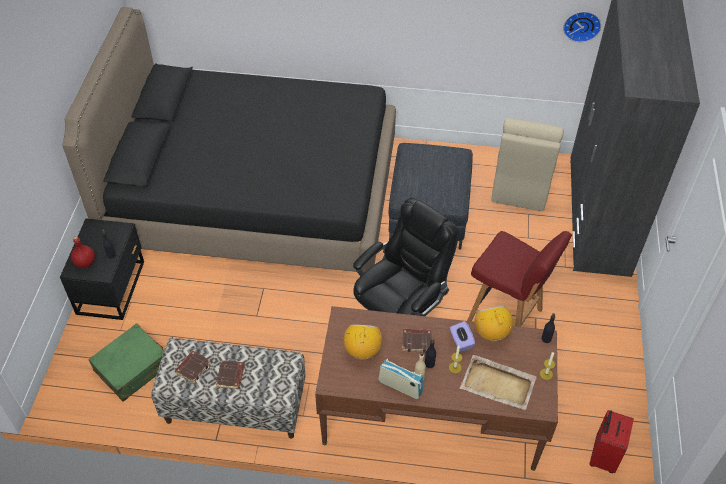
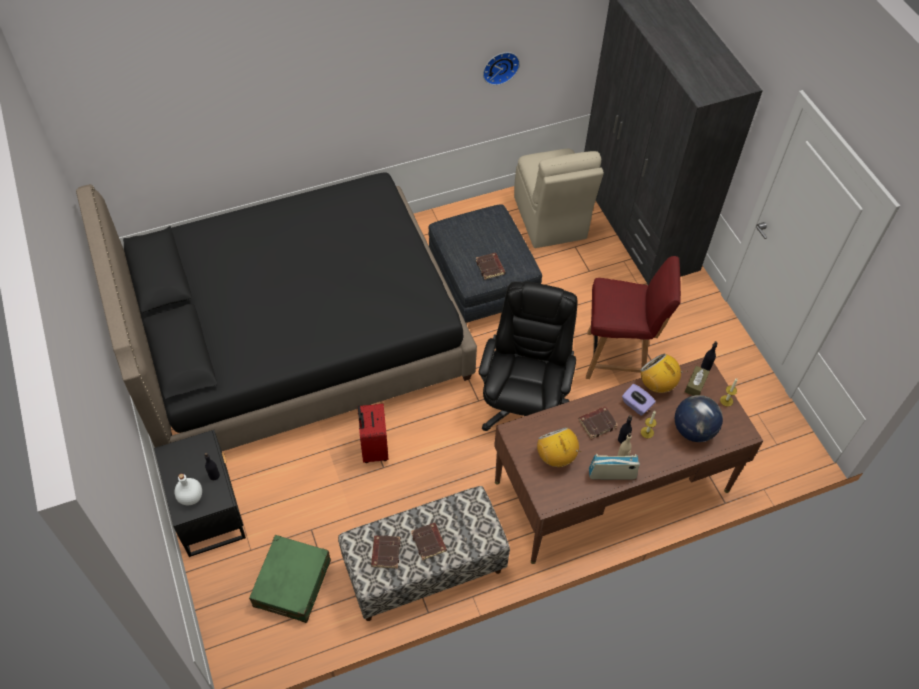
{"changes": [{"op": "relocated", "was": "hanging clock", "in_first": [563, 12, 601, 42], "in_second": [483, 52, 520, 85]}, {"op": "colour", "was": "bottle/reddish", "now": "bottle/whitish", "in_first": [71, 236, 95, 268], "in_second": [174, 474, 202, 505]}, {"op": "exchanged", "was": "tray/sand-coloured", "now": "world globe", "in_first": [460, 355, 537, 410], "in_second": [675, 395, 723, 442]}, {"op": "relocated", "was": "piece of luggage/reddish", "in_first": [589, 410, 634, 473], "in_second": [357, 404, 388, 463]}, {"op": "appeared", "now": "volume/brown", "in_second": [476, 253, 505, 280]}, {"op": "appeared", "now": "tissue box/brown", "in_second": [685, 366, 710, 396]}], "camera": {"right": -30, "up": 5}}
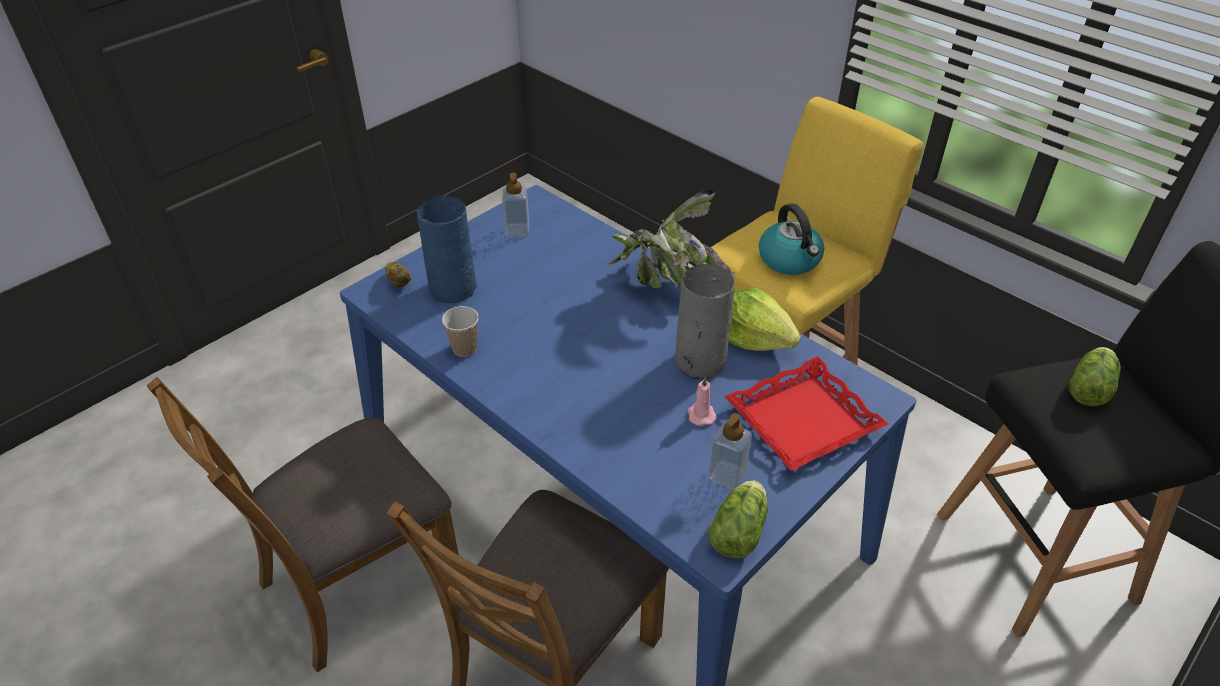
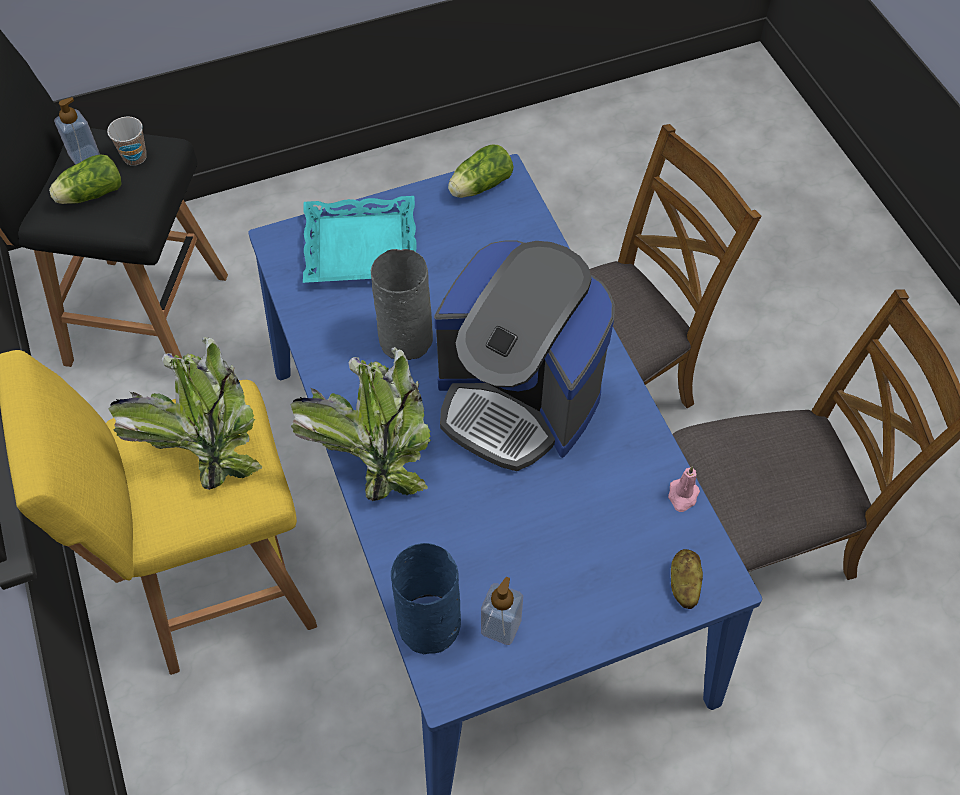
{"changes": [{"op": "relocated", "was": "flower vase/blue-coloured", "in_first": [417, 196, 477, 303], "in_second": [391, 543, 461, 654]}, {"op": "exchanged", "was": "tea kettle", "now": "potted plant", "in_first": [759, 203, 824, 275], "in_second": [109, 337, 262, 490]}, {"op": "missing", "was": "lettuce head", "in_first": [729, 288, 801, 351]}, {"op": "relocated", "was": "drinking cup", "in_first": [442, 306, 479, 357], "in_second": [107, 117, 147, 166]}, {"op": "colour", "was": "tray/reddish", "now": "tray/blue-green", "in_first": [724, 356, 889, 471], "in_second": [303, 196, 417, 283]}, {"op": "relocated", "was": "wax candle/pink-coloured", "in_first": [688, 377, 717, 426], "in_second": [668, 466, 700, 512]}, {"op": "relocated", "was": "soap bottle", "in_first": [709, 413, 752, 489], "in_second": [54, 97, 100, 165]}, {"op": "appeared", "now": "coffee brewer", "in_second": [434, 241, 615, 471]}], "camera": {"right": -155, "up": 15}}
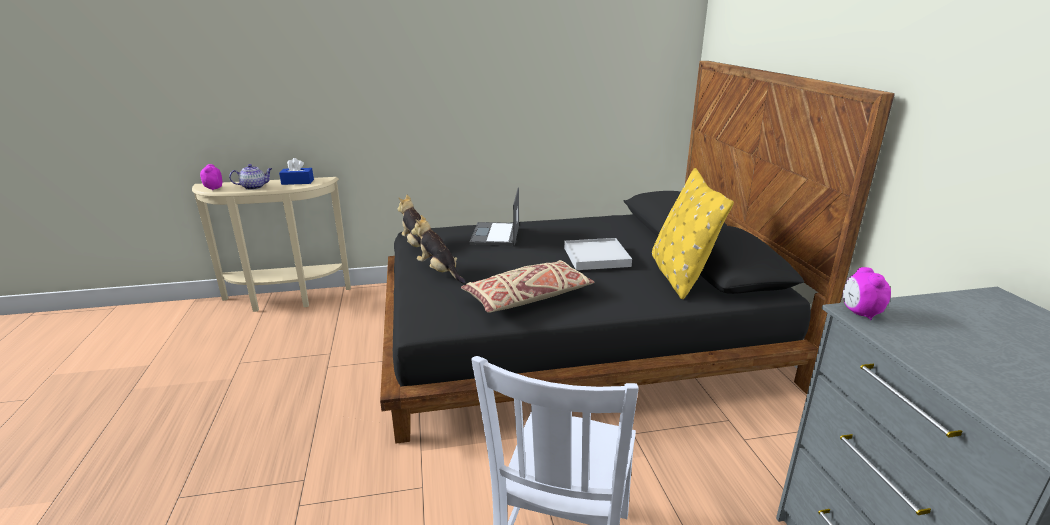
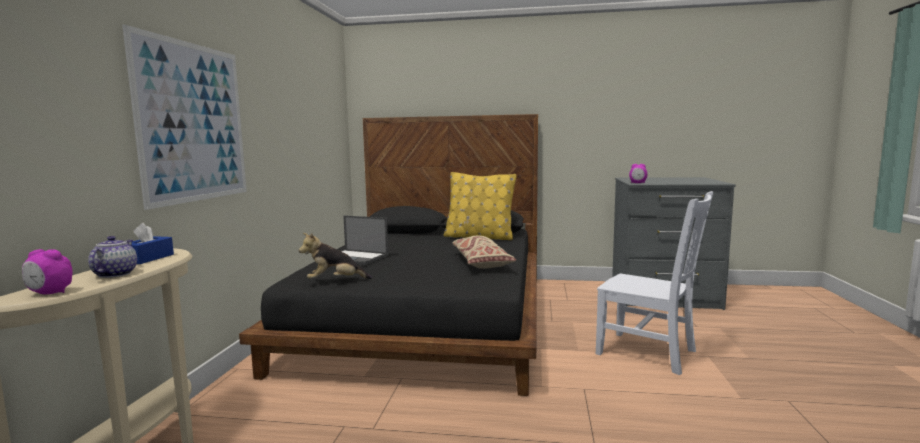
{"changes": [{"op": "missing", "was": "cuddly toy", "in_first": [411, 215, 465, 284]}, {"op": "missing", "was": "tray/whitish", "in_first": [564, 238, 632, 270]}, {"op": "appeared", "now": "picture", "in_second": [122, 25, 247, 210]}], "camera": {"right": -70, "up": -15}}
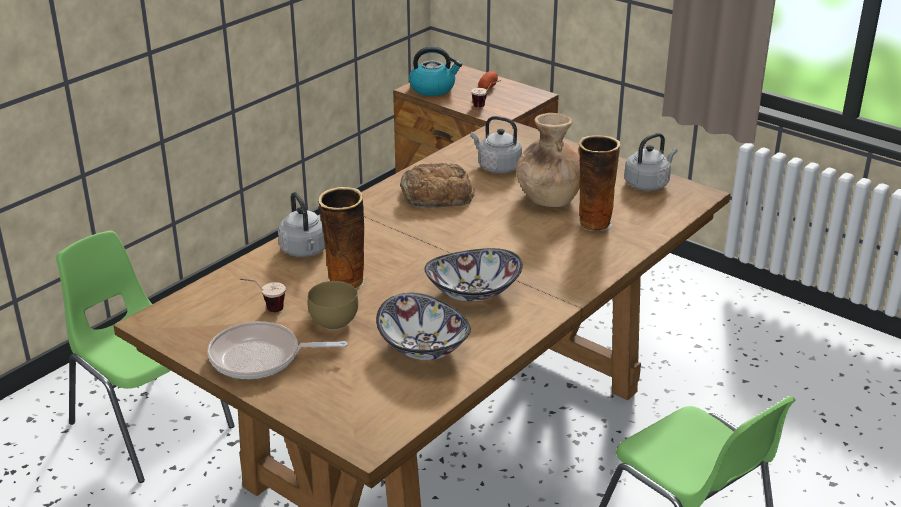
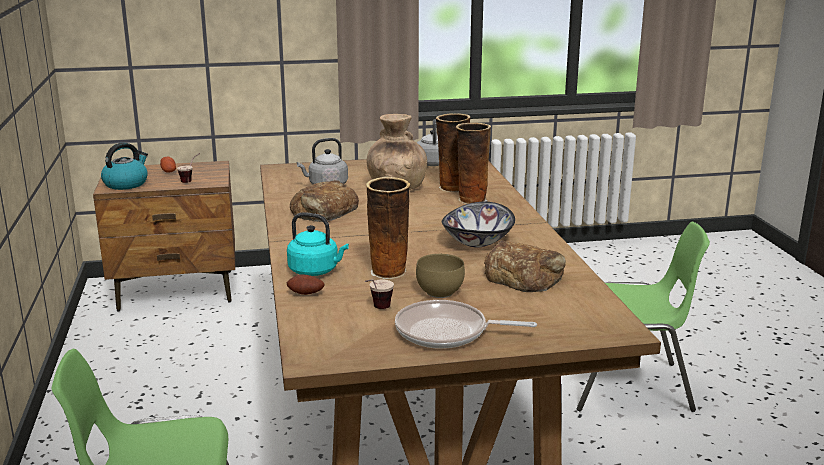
{"changes": [{"op": "colour", "was": "tea kettle/gray", "now": "tea kettle/blue-green", "in_first": [278, 192, 325, 257], "in_second": [287, 213, 349, 276]}, {"op": "exchanged", "was": "serving bowl", "now": "bakery bread", "in_first": [376, 293, 471, 360], "in_second": [484, 240, 566, 292]}, {"op": "spun", "was": "skillet", "in_first": [207, 321, 348, 379], "in_second": [395, 300, 537, 349], "clockwise": 60}, {"op": "appeared", "now": "flower vase", "in_second": [456, 123, 491, 204]}, {"op": "appeared", "now": "spud", "in_second": [286, 274, 325, 295]}], "camera": {"right": -50, "up": -10}}
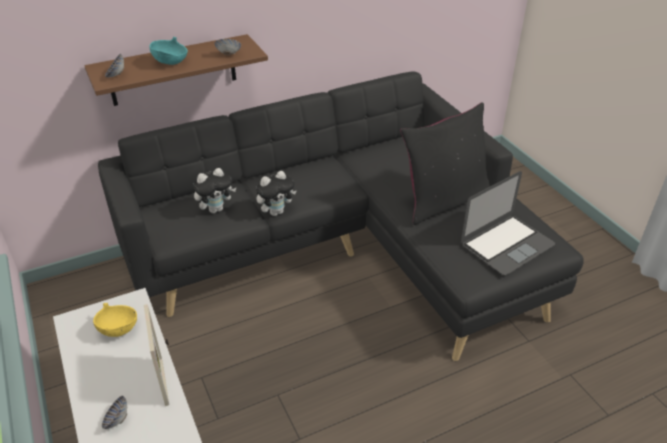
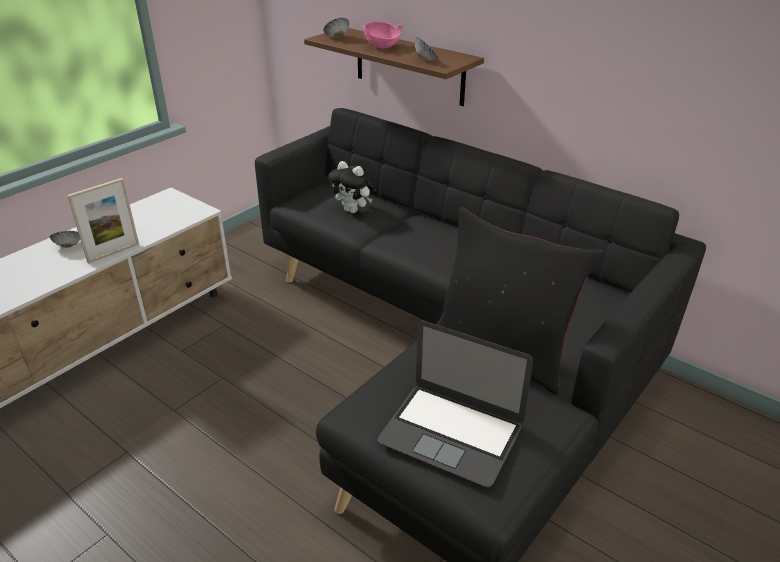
{"changes": [{"op": "colour", "was": "serving bowl/blue-green", "now": "serving bowl/pink-coloured", "in_first": [150, 37, 188, 65], "in_second": [363, 21, 403, 49]}, {"op": "missing", "was": "cuddly toy", "in_first": [256, 171, 297, 216]}, {"op": "missing", "was": "serving bowl/yellow", "in_first": [93, 303, 137, 337]}], "camera": {"right": 65, "up": -5}}
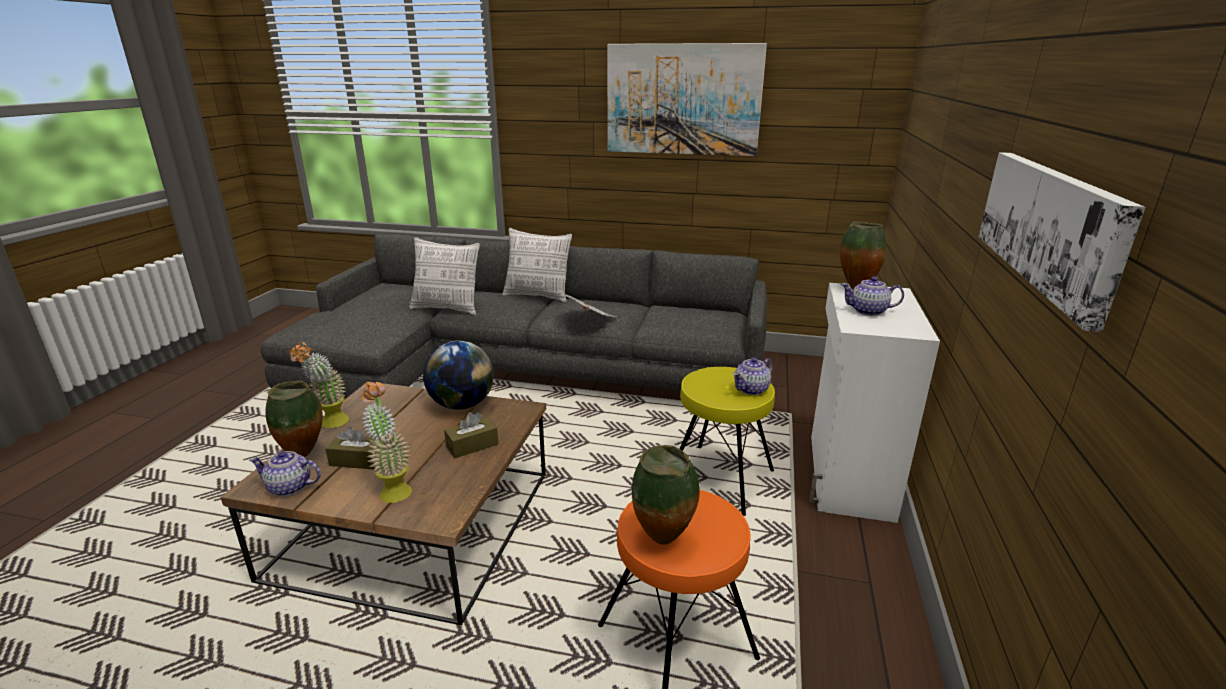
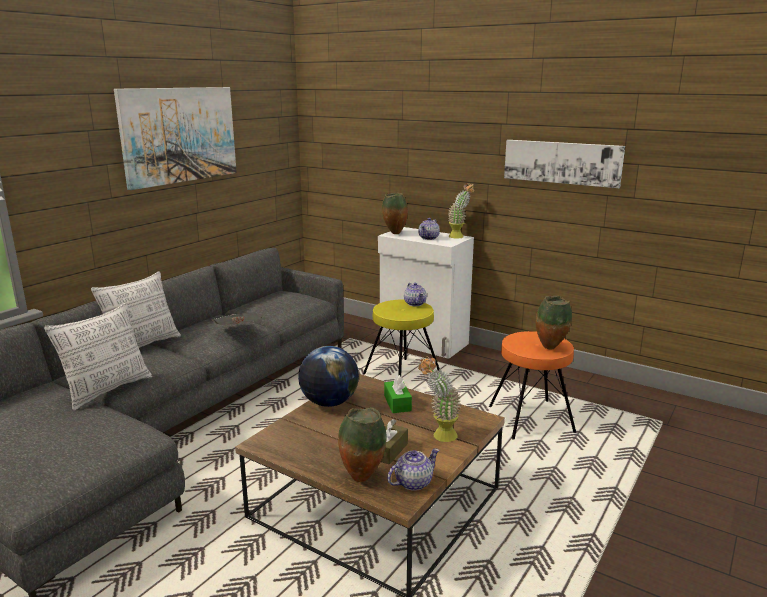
{"changes": [{"op": "relocated", "was": "potted plant", "in_first": [288, 342, 349, 428], "in_second": [448, 183, 474, 239]}, {"op": "colour", "was": "tissue box/brown", "now": "tissue box/green", "in_first": [444, 412, 498, 458], "in_second": [384, 375, 412, 413]}, {"op": "spun", "was": "teapot", "in_first": [249, 451, 321, 496], "in_second": [387, 449, 439, 491], "clockwise": -150}], "camera": {"right": -70, "up": -5}}
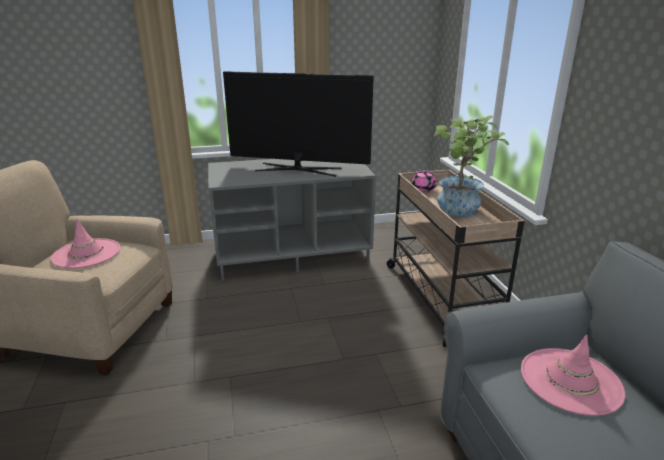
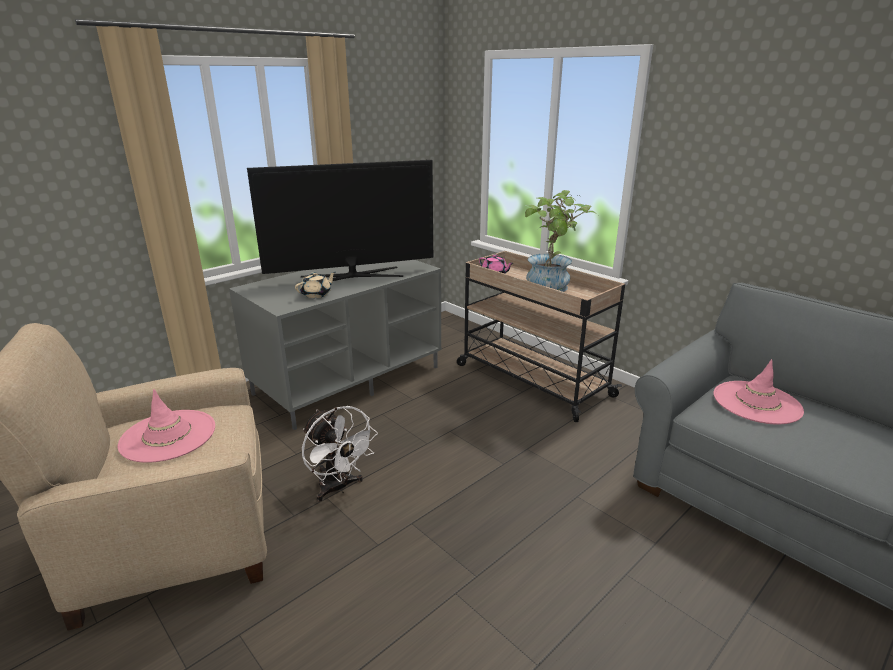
{"changes": [{"op": "appeared", "now": "teapot/sand-coloured", "in_second": [295, 272, 336, 298]}, {"op": "appeared", "now": "cooling fan/whitish", "in_second": [302, 406, 378, 502]}], "camera": {"right": -30, "up": 0}}
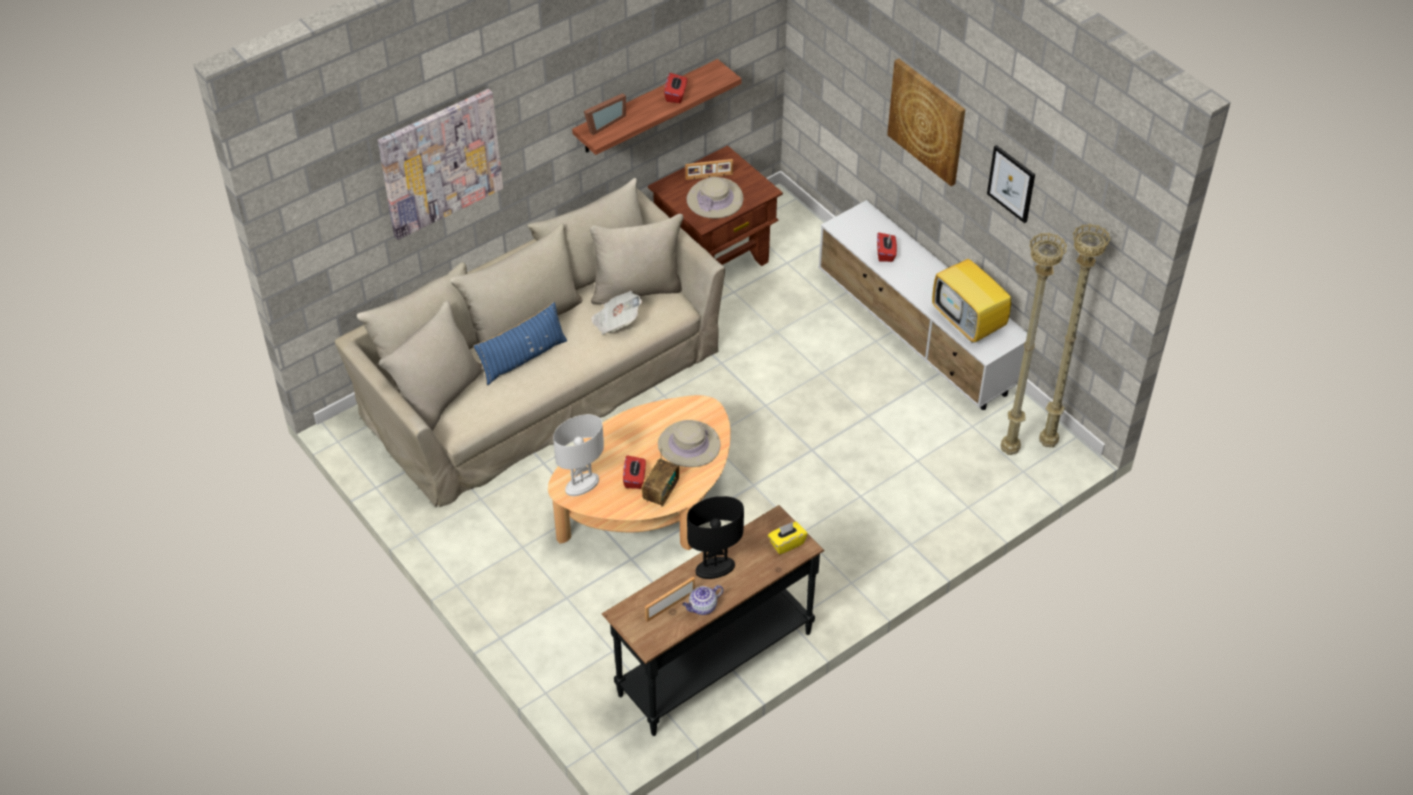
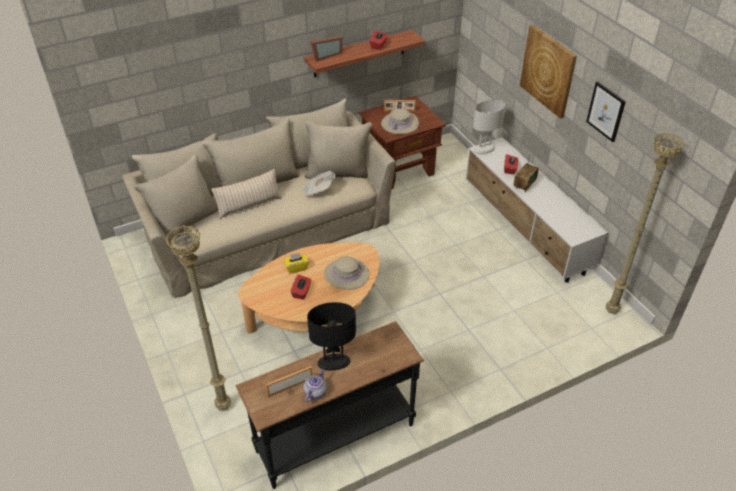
{"changes": [{"op": "missing", "was": "picture", "in_first": [378, 89, 503, 240]}, {"op": "relocated", "was": "standing lamp/sand-coloured", "in_first": [1001, 233, 1067, 455], "in_second": [165, 225, 231, 410]}, {"op": "missing", "was": "television", "in_first": [932, 252, 1011, 343]}, {"op": "colour", "was": "throw pillow/blue-coloured", "now": "throw pillow/sand-coloured", "in_first": [473, 302, 567, 385], "in_second": [211, 169, 282, 219]}, {"op": "relocated", "was": "table lamp/whitish", "in_first": [553, 414, 604, 496], "in_second": [473, 100, 505, 154]}, {"op": "relocated", "was": "radio receiver", "in_first": [642, 448, 679, 507], "in_second": [513, 154, 539, 192]}, {"op": "relocated", "was": "tissue box/yellow", "in_first": [768, 522, 808, 554], "in_second": [284, 253, 309, 274]}, {"op": "spun", "was": "teapot", "in_first": [682, 585, 723, 615], "in_second": [303, 369, 327, 403], "clockwise": 135}], "camera": {"right": 10, "up": -5}}
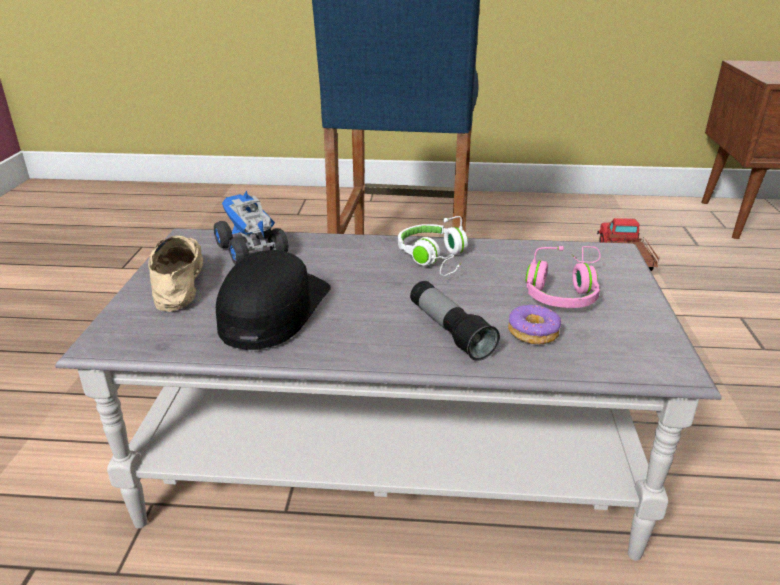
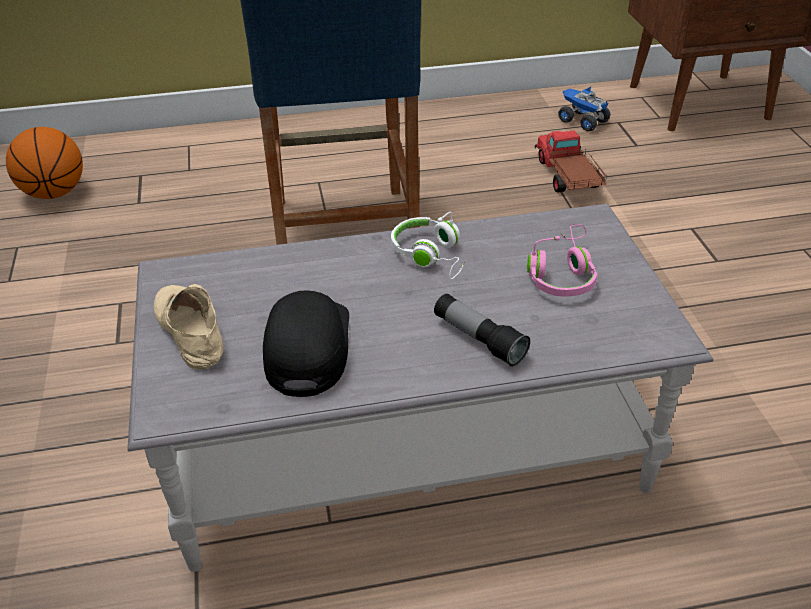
{"changes": [{"op": "relocated", "was": "model truck", "in_first": [214, 190, 289, 265], "in_second": [558, 87, 610, 131]}, {"op": "missing", "was": "doughnut", "in_first": [508, 305, 561, 344]}, {"op": "appeared", "now": "ball for basketball", "in_second": [6, 127, 83, 199]}], "camera": {"right": -15, "up": 10}}
